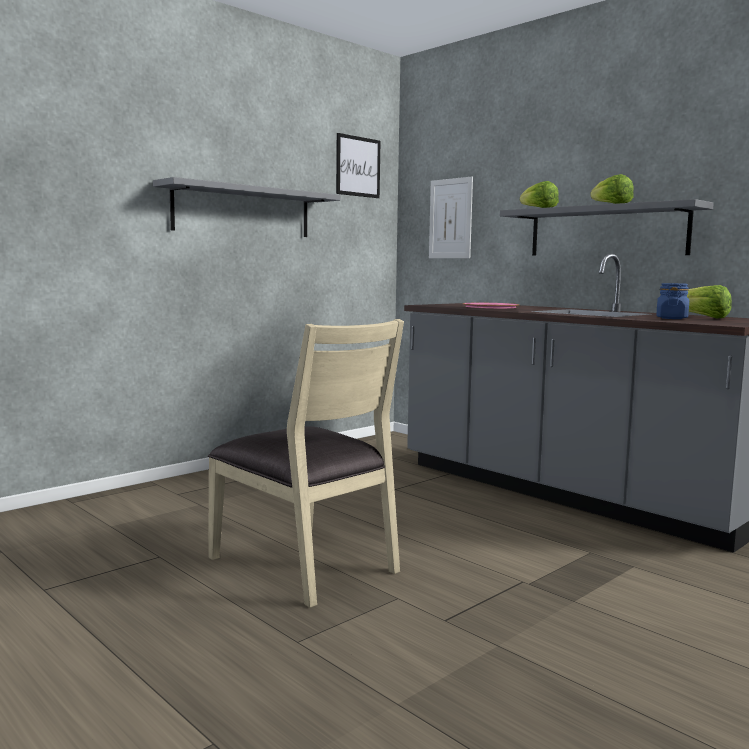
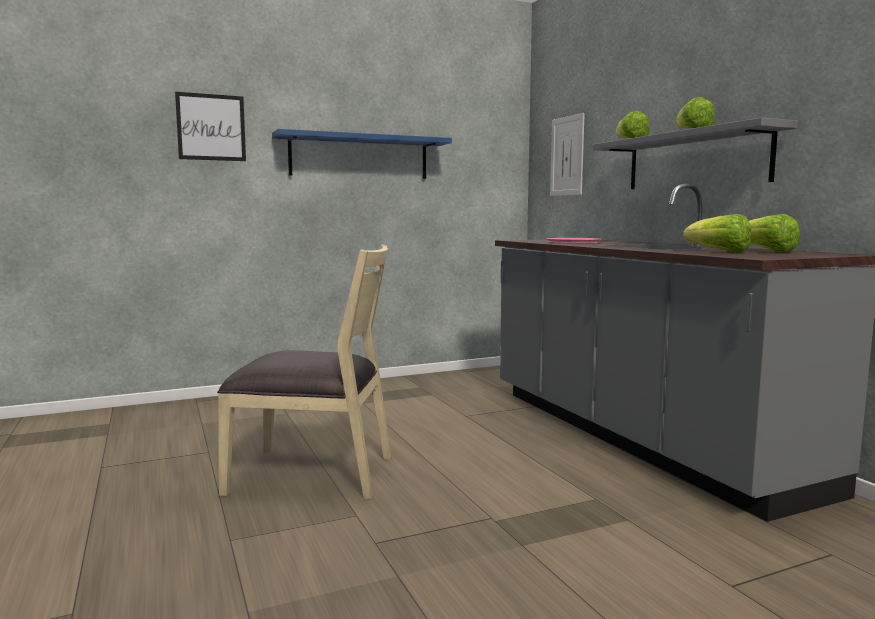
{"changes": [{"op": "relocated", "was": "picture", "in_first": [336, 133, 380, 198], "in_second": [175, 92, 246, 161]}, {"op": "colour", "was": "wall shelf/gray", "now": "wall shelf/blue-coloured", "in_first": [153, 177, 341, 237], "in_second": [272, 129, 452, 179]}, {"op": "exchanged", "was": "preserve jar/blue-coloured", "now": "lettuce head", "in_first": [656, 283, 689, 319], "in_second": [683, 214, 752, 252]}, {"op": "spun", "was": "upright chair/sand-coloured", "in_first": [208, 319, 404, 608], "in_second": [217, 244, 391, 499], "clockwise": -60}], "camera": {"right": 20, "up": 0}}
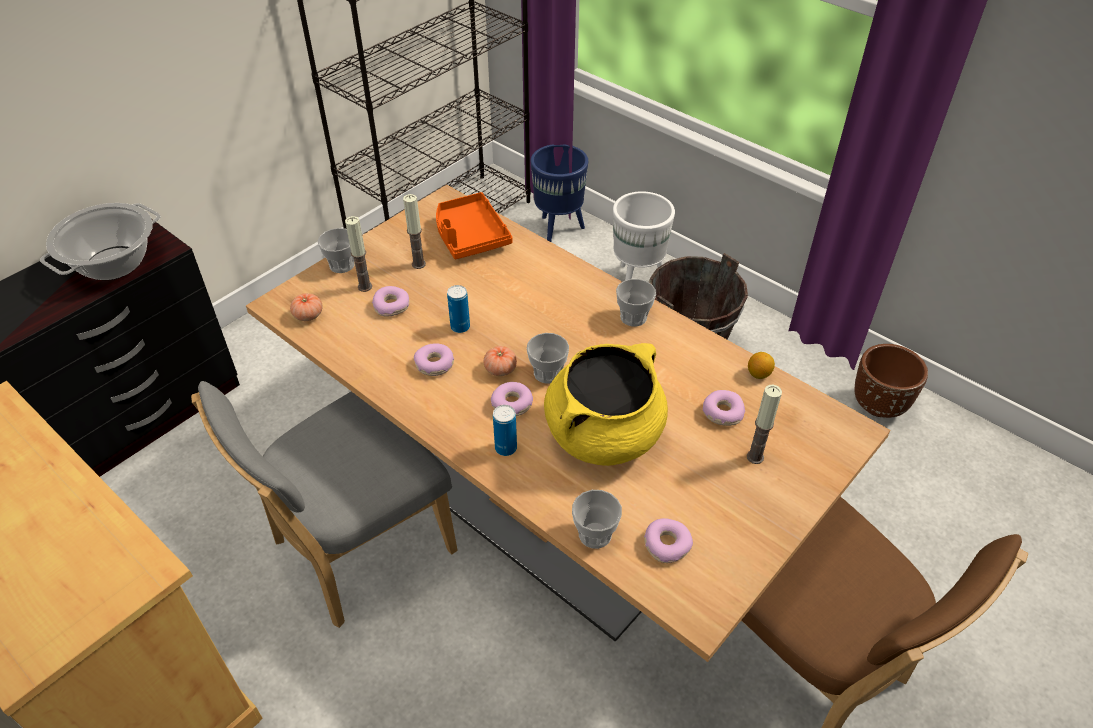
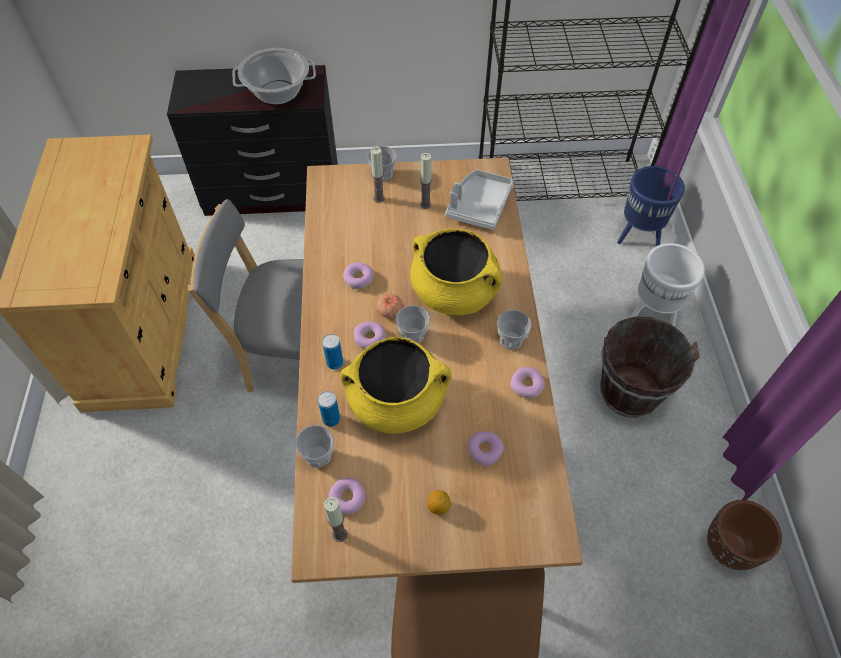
{"changes": [{"op": "colour", "was": "tray/orangey", "now": "tray/gray", "in_first": [436, 192, 513, 259], "in_second": [445, 169, 514, 230]}, {"op": "relocated", "was": "can", "in_first": [447, 285, 470, 333], "in_second": [318, 391, 340, 427]}, {"op": "relocated", "was": "doughnut", "in_first": [372, 286, 409, 317], "in_second": [511, 367, 545, 398]}, {"op": "missing", "was": "tomato", "in_first": [290, 293, 322, 321]}, {"op": "relocated", "was": "citrus fruit", "in_first": [748, 352, 775, 379], "in_second": [427, 490, 451, 515]}, {"op": "relocated", "was": "wax candle", "in_first": [747, 385, 782, 464], "in_second": [324, 497, 348, 542]}, {"op": "appeared", "now": "saucepot/yellow", "in_second": [410, 229, 502, 315]}], "camera": {"right": 45, "up": 10}}
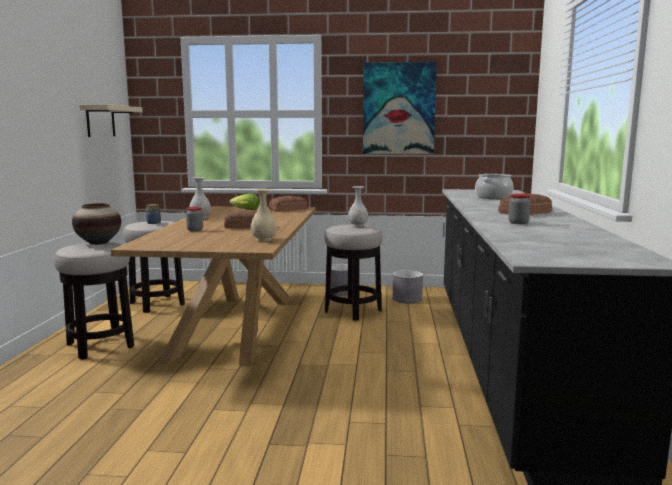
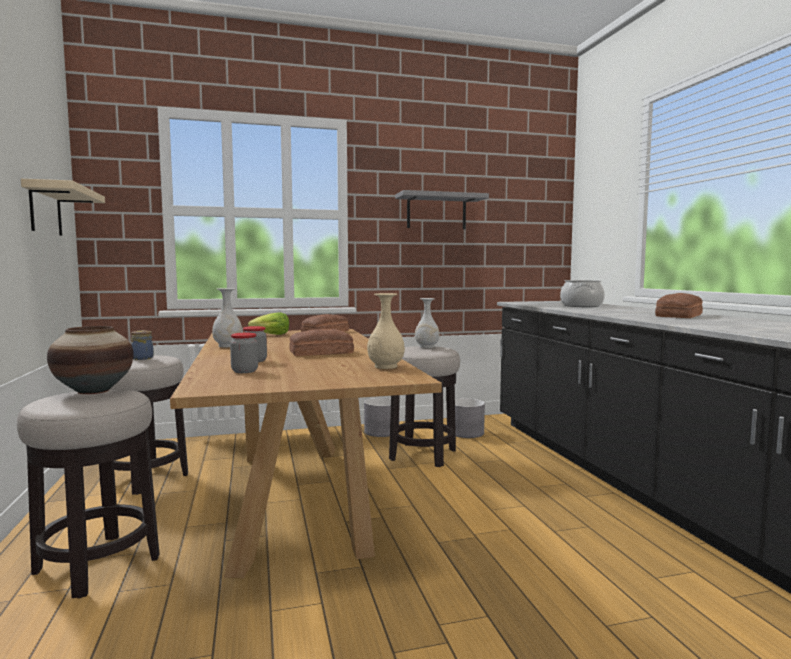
{"changes": [{"op": "exchanged", "was": "picture", "now": "wall shelf/gray", "in_first": [363, 62, 437, 154], "in_second": [395, 190, 489, 229]}, {"op": "relocated", "was": "preserve jar", "in_first": [508, 194, 530, 224], "in_second": [230, 333, 258, 373]}], "camera": {"right": -20, "up": -5}}
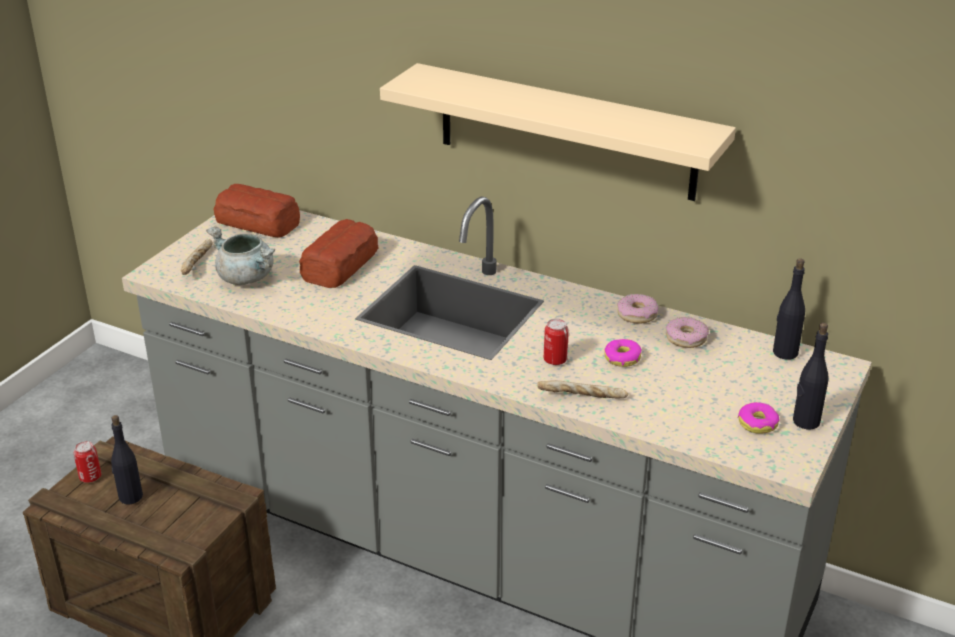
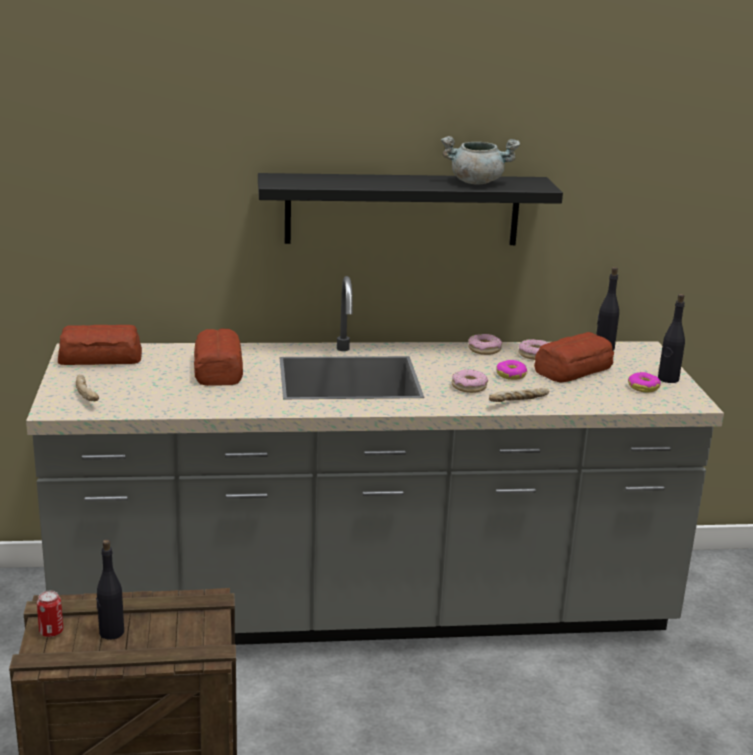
{"changes": [{"op": "colour", "was": "wall shelf/sand-coloured", "now": "wall shelf/black-coloured", "in_first": [380, 63, 736, 201], "in_second": [258, 173, 563, 245]}, {"op": "relocated", "was": "saucepot/gray", "in_first": [206, 226, 275, 285], "in_second": [441, 136, 520, 185]}, {"op": "exchanged", "was": "can", "now": "doughnut", "in_first": [544, 319, 569, 365], "in_second": [452, 369, 488, 393]}, {"op": "appeared", "now": "bakery bread", "in_second": [534, 332, 614, 383]}], "camera": {"right": -35, "up": -10}}
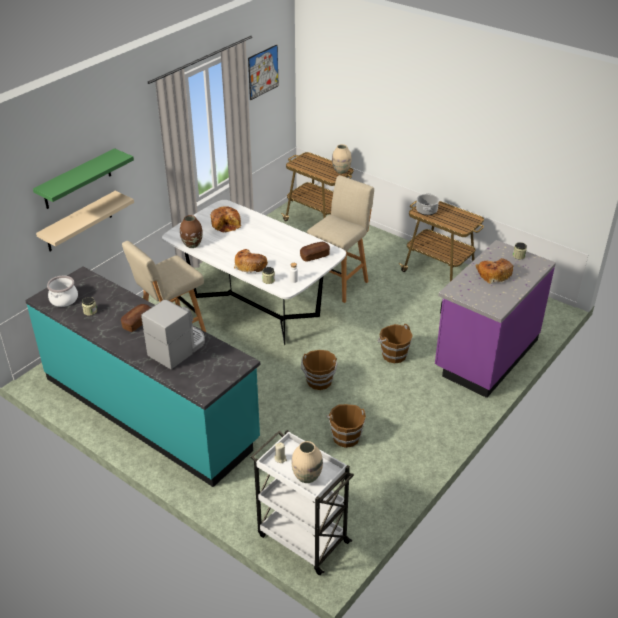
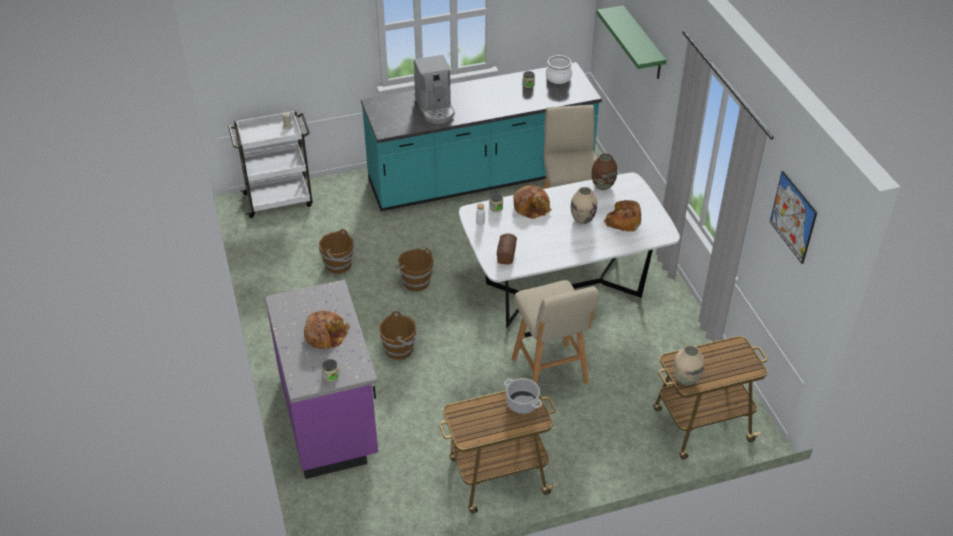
{"changes": [{"op": "missing", "was": "wall shelf/sand-coloured", "in_first": [36, 191, 134, 251]}, {"op": "missing", "was": "bakery bread", "in_first": [121, 304, 151, 332]}, {"op": "relocated", "was": "flower vase/sand-coloured", "in_first": [292, 441, 323, 483], "in_second": [571, 187, 597, 224]}], "camera": {"right": 125, "up": 5}}
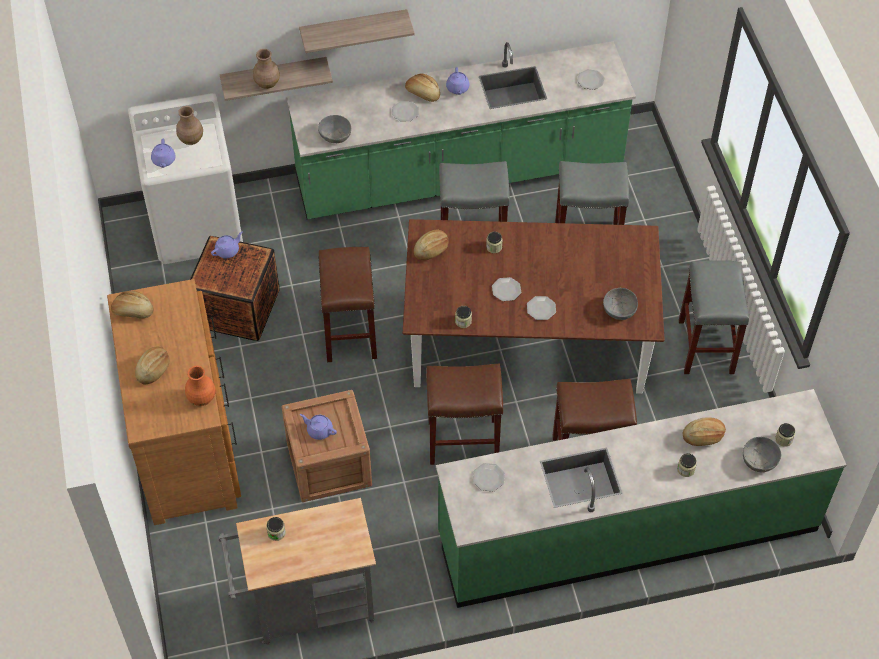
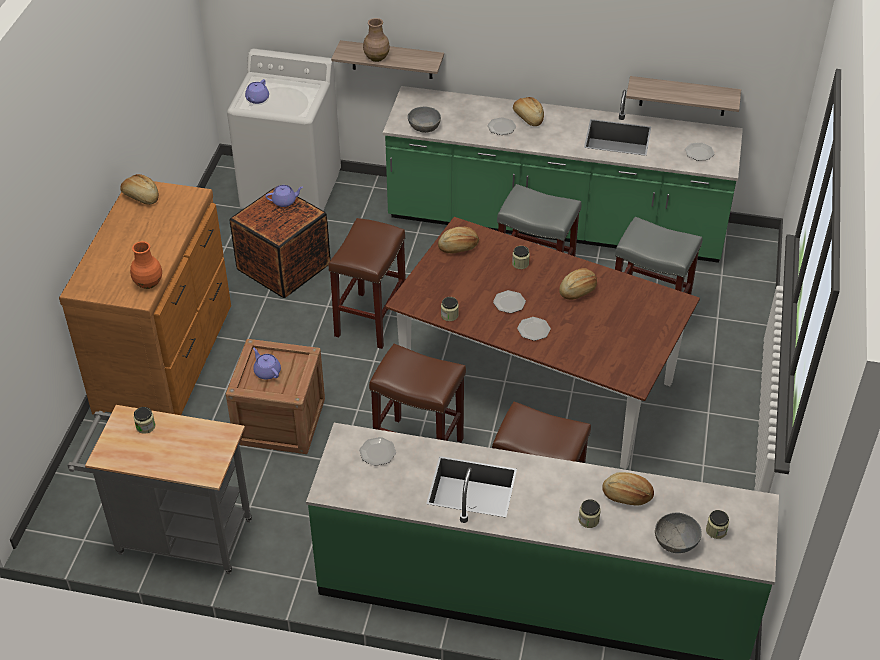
{"changes": [{"op": "relocated", "was": "wall shelf", "in_first": [299, 9, 415, 53], "in_second": [626, 76, 741, 116]}, {"op": "missing", "was": "teapot/purplish", "in_first": [446, 67, 469, 95]}, {"op": "missing", "was": "flower vase/brown", "in_first": [176, 106, 203, 145]}, {"op": "missing", "was": "stool/gray", "in_first": [679, 260, 749, 374]}, {"op": "missing", "was": "serving bowl/gray", "in_first": [603, 288, 638, 320]}, {"op": "relocated", "was": "bakery bread", "in_first": [135, 346, 170, 384], "in_second": [559, 268, 597, 300]}], "camera": {"right": 25, "up": -10}}
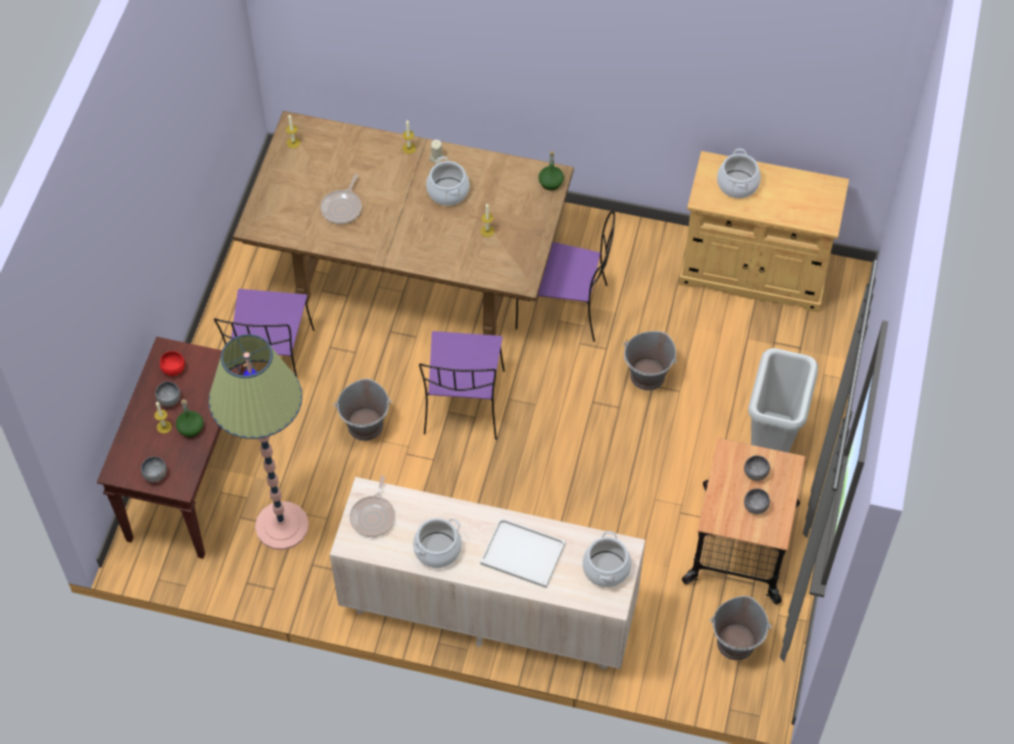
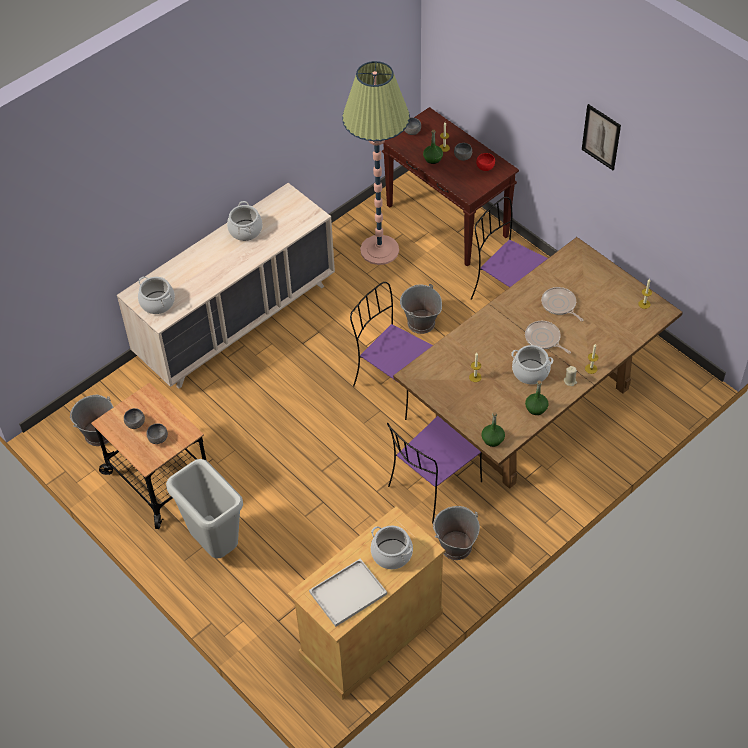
{"changes": [{"op": "relocated", "was": "bucket/gray", "in_first": [623, 331, 677, 391], "in_second": [433, 506, 480, 560]}, {"op": "relocated", "was": "skillet", "in_first": [350, 476, 395, 537], "in_second": [525, 321, 571, 354]}, {"op": "relocated", "was": "tray/whitish", "in_first": [480, 518, 566, 588], "in_second": [309, 559, 387, 627]}, {"op": "appeared", "now": "picture", "in_second": [582, 104, 621, 170]}, {"op": "appeared", "now": "bottle/green", "in_second": [525, 381, 549, 415]}], "camera": {"right": 125, "up": -5}}
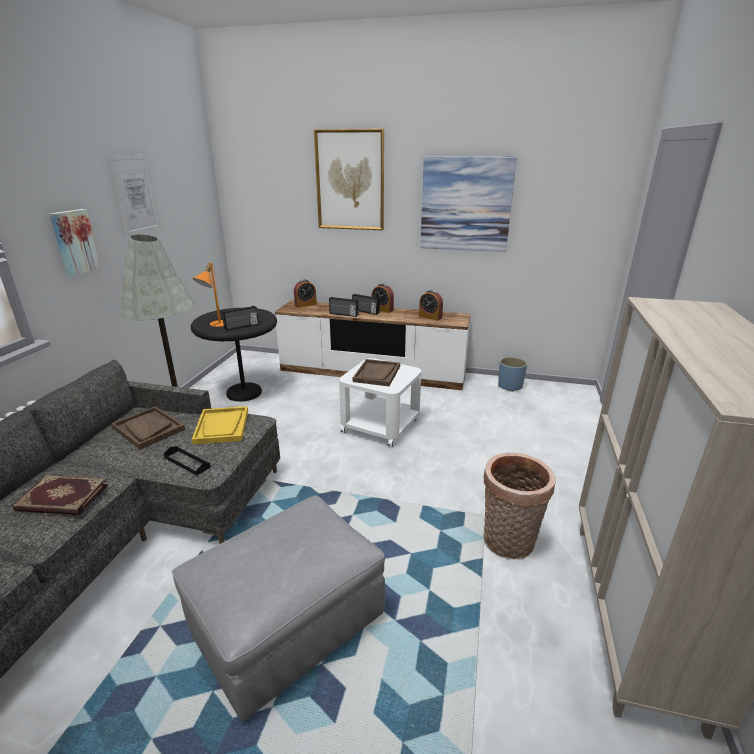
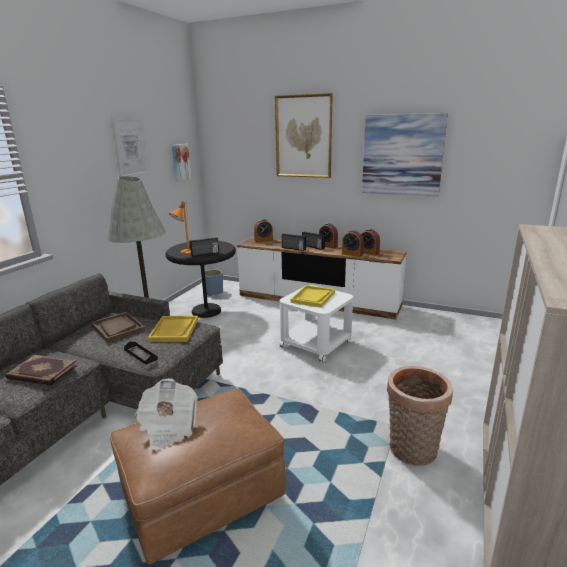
{"changes": [{"op": "relocated", "was": "picture", "in_first": [49, 209, 101, 277], "in_second": [172, 144, 192, 181]}, {"op": "relocated", "was": "planter/blue-coloured", "in_first": [498, 357, 527, 392], "in_second": [205, 270, 223, 296]}, {"op": "colour", "was": "tray/brown", "now": "tray/yellow", "in_first": [353, 359, 400, 386], "in_second": [290, 285, 335, 308]}, {"op": "colour", "was": "footrest/gray", "now": "footrest/brown", "in_first": [172, 496, 385, 721], "in_second": [110, 388, 285, 564]}, {"op": "appeared", "now": "bedside clock", "in_second": [342, 230, 364, 257]}, {"op": "appeared", "now": "printed paper", "in_second": [135, 378, 198, 450]}], "camera": {"right": 10, "up": -5}}
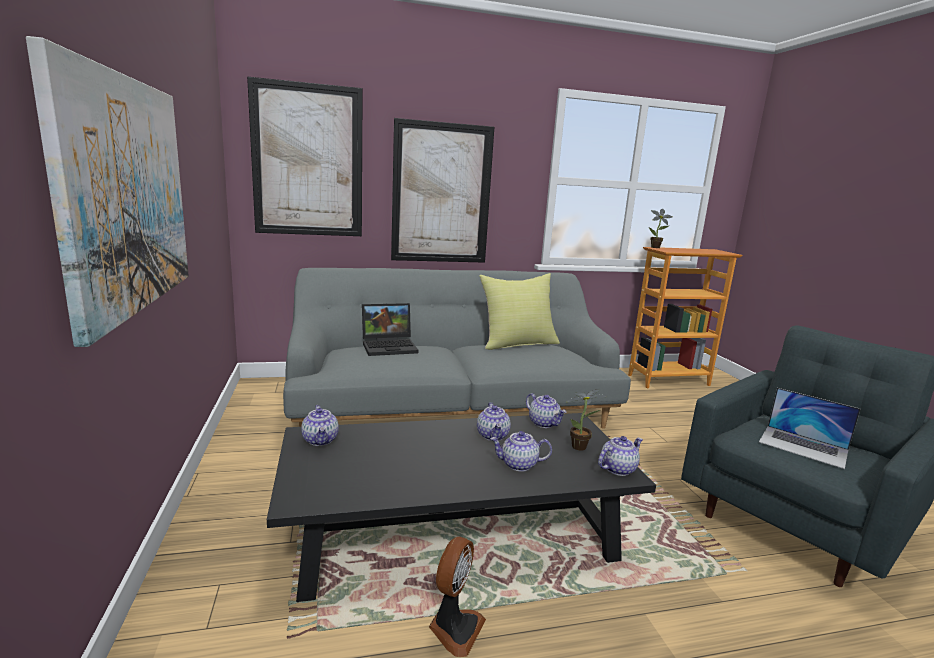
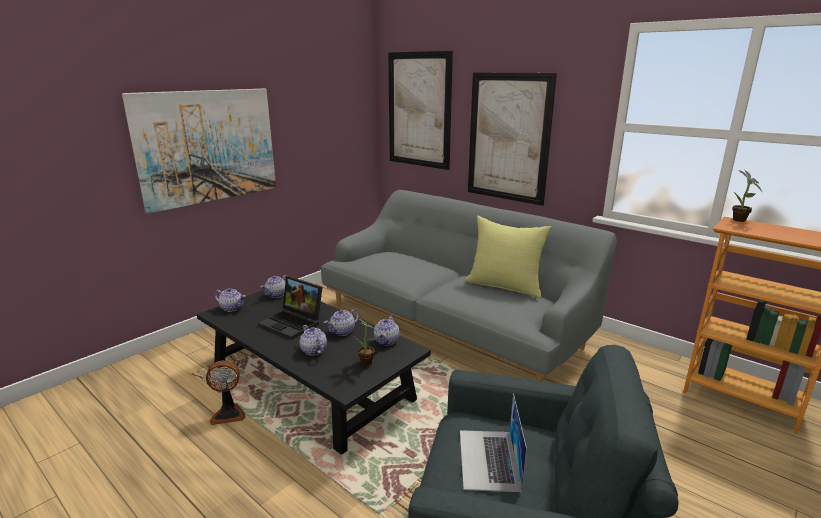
{"changes": [{"op": "relocated", "was": "portable computer", "in_first": [362, 303, 418, 356], "in_second": [258, 276, 322, 340]}, {"op": "relocated", "was": "teapot", "in_first": [598, 436, 643, 476], "in_second": [214, 288, 246, 312]}], "camera": {"right": 55, "up": 5}}
